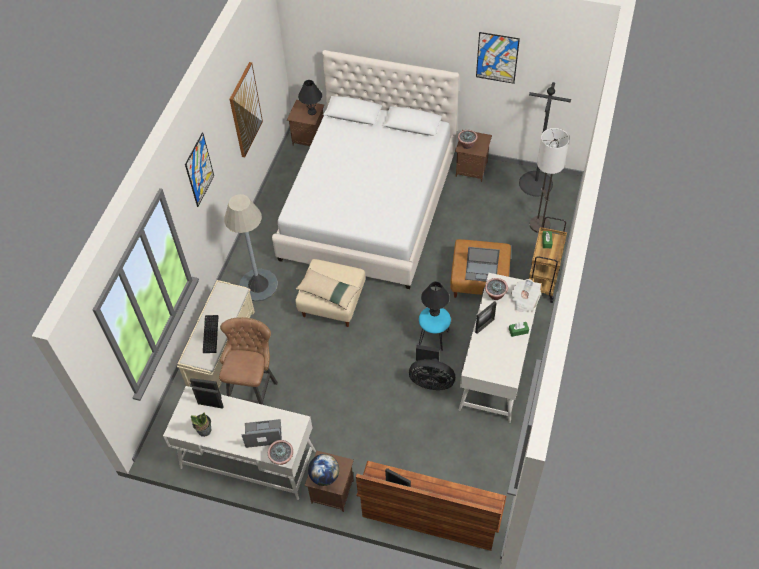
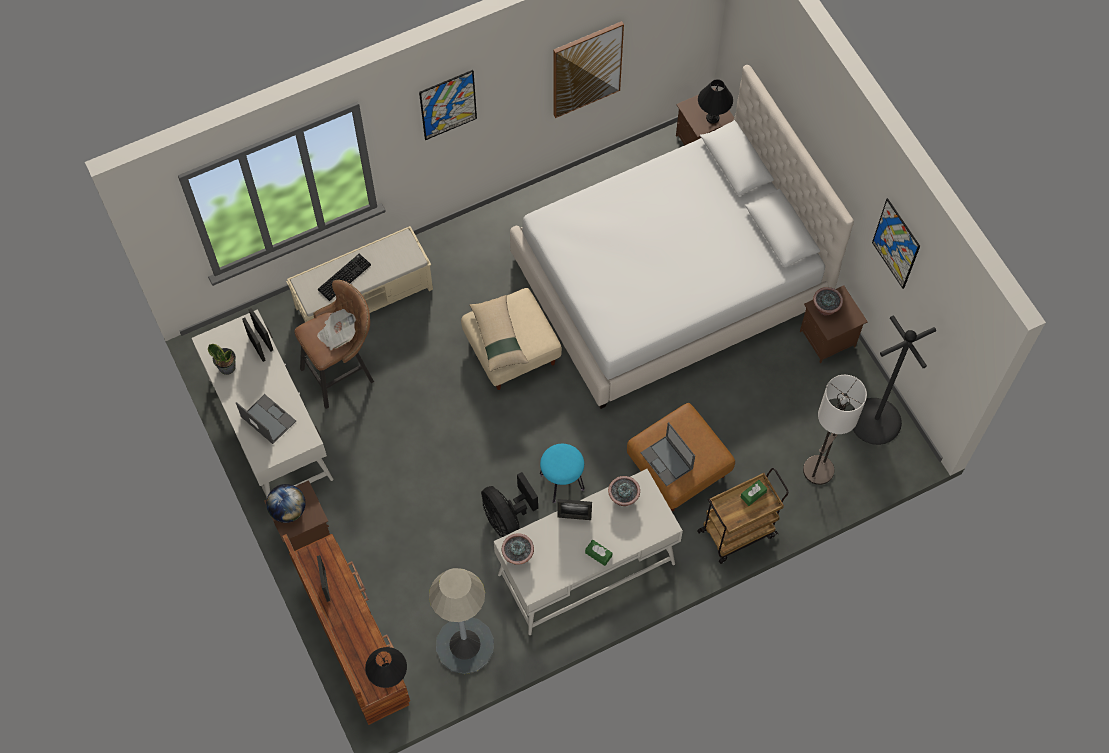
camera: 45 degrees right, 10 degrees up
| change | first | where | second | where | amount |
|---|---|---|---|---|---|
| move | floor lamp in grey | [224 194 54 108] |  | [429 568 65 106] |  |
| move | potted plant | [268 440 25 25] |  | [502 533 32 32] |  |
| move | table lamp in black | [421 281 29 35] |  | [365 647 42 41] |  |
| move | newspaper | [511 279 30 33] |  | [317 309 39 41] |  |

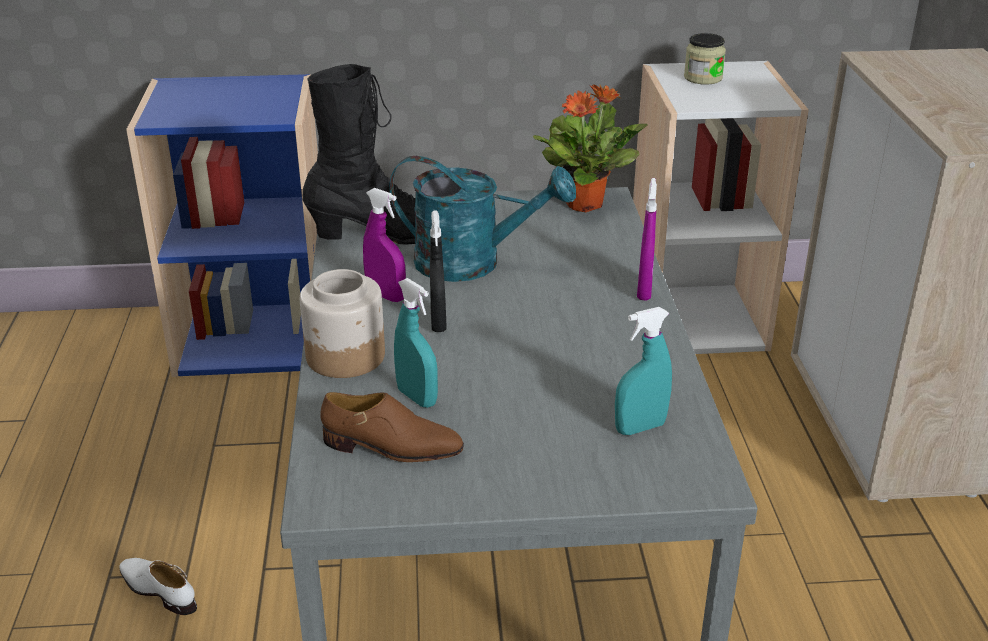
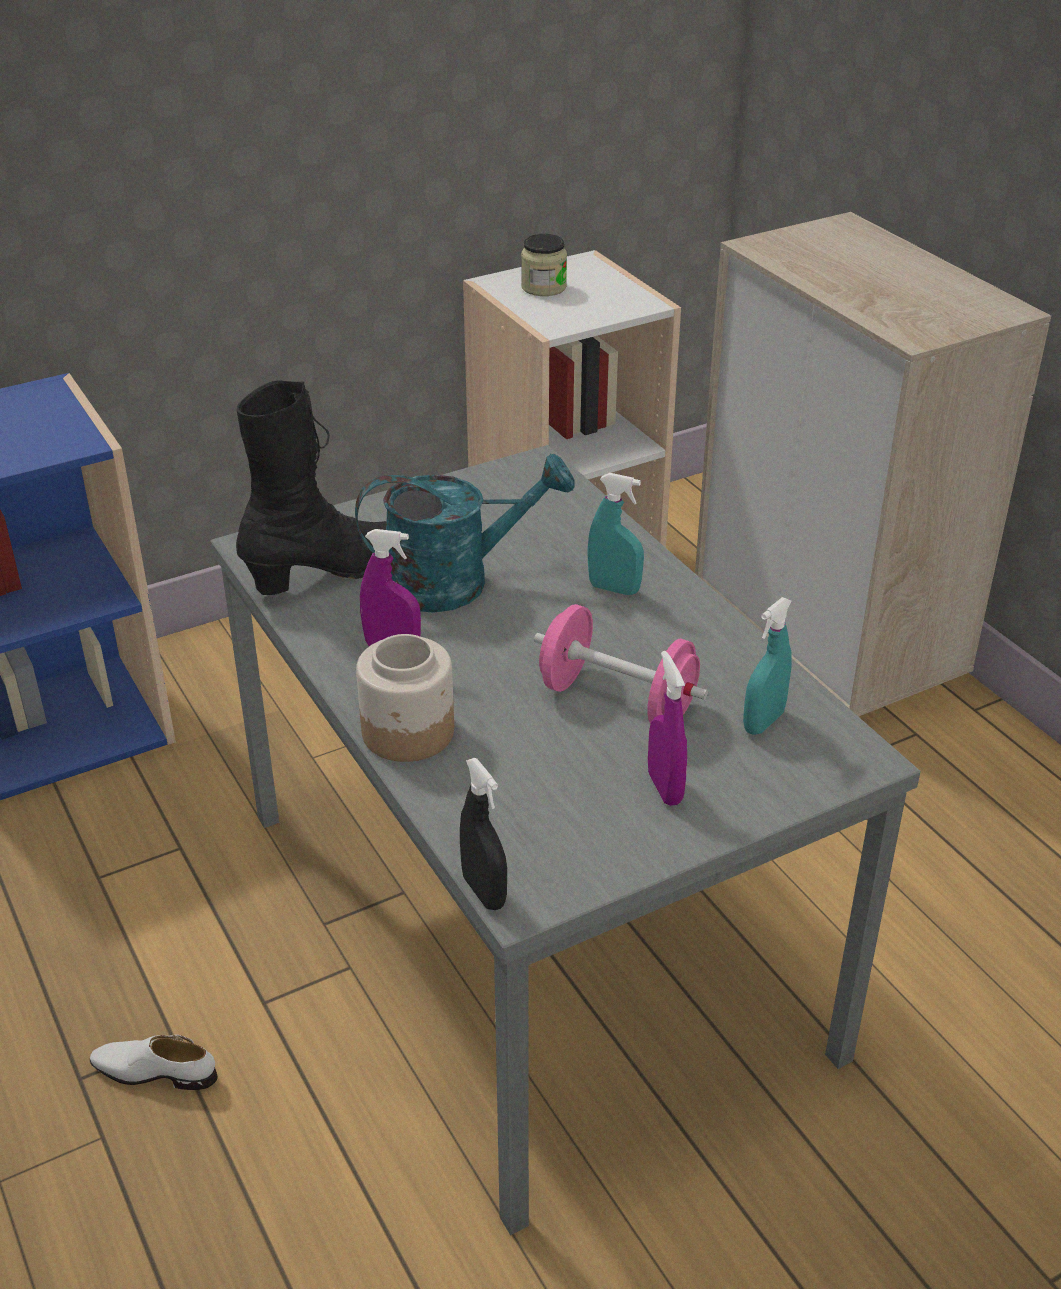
camera: 25 degrees left, 5 degrees up
| change | first | where | second | where | amount |
|---|---|---|---|---|---|
| delete | shoe in brown | [320 392 144 70] |  |  |  |
| move | spray bottle in turquoise | [394 278 44 130] |  | [588 473 56 122] |  |
| move | spray bottle in black | [430 210 17 122] |  | [460 758 47 152] |  |
| delete | potted plant | [533 85 114 127] |  |  |  |
| move | spray bottle in purple | [637 178 20 123] |  | [648 651 39 155] |  |
| insert |  |  | dumbbell in pink | [534 604 174 119] |  |

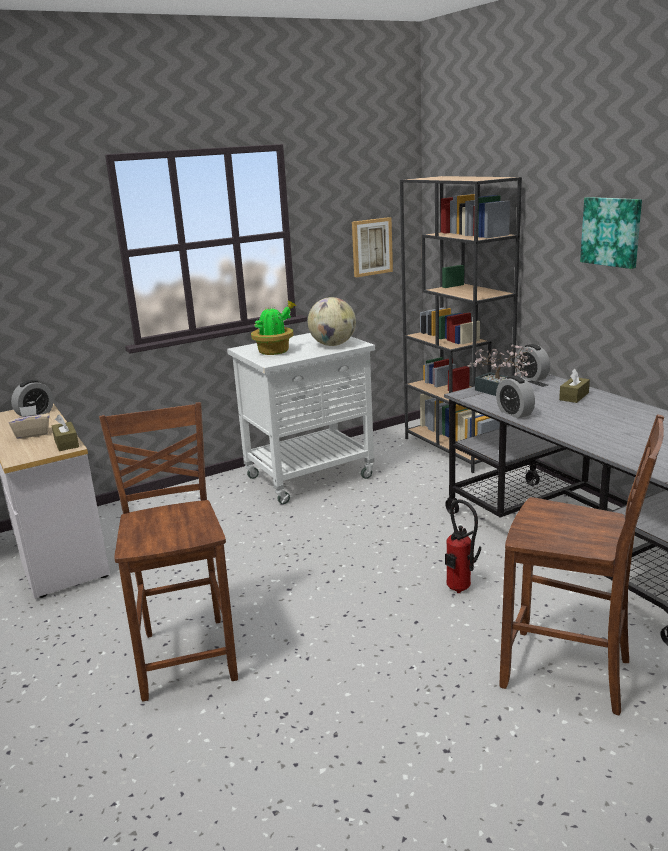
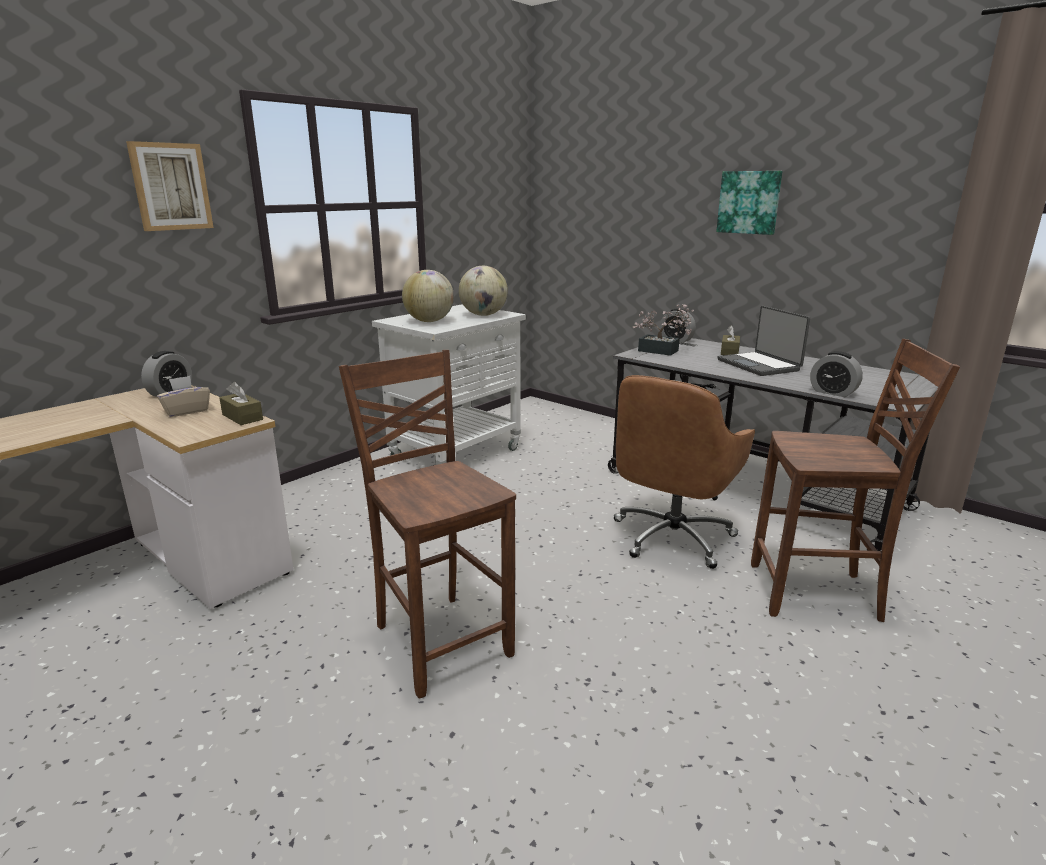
camera: 20 degrees left, 0 degrees up
| change | first | where | second | where | amount |
|---|---|---|---|---|---|
| replace | potted plant | [251 301 46 54] | globe | [402 270 52 52] |  |
| move | picture | [352 217 41 60] |  | [126 141 88 90] |  |
| delete | bookcase | [400 176 122 297] |  |  |  |
| replace | fire extinguisher | [445 500 36 93] | office chair in brown | [614 375 141 194] |  |
| move | alarm clock | [496 376 39 42] |  | [810 351 53 46] |  |
| insert |  |  | laptop | [718 306 92 70] |  |

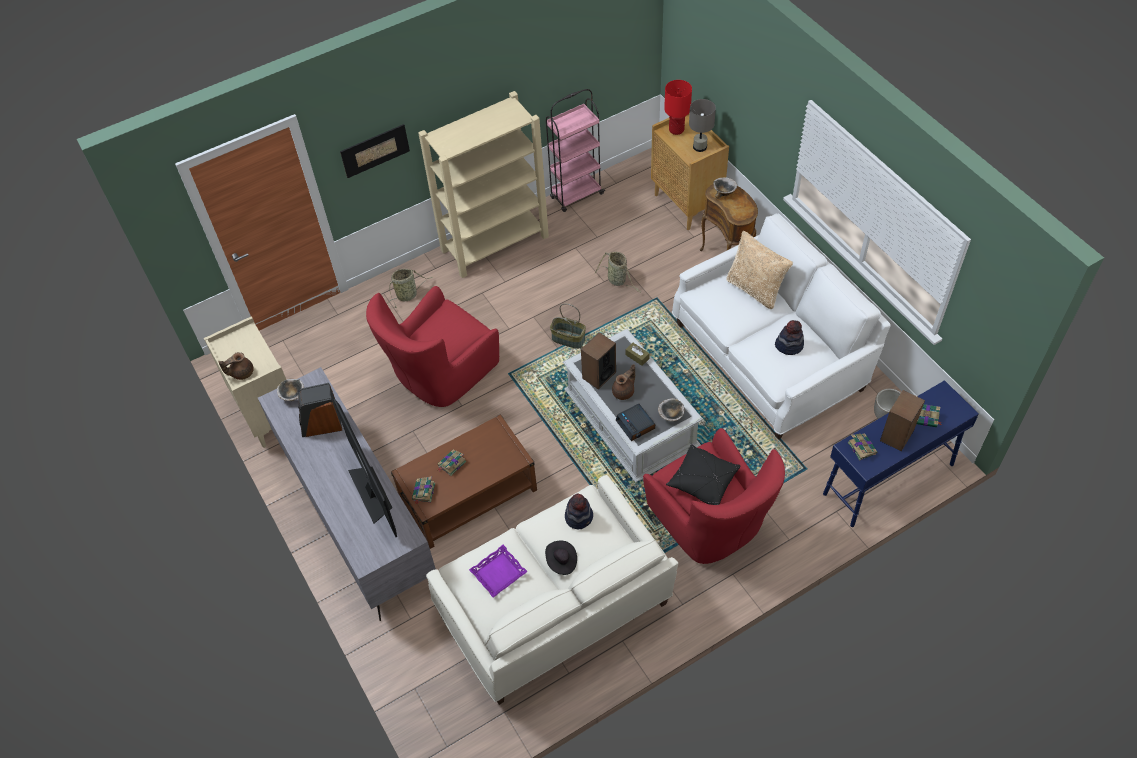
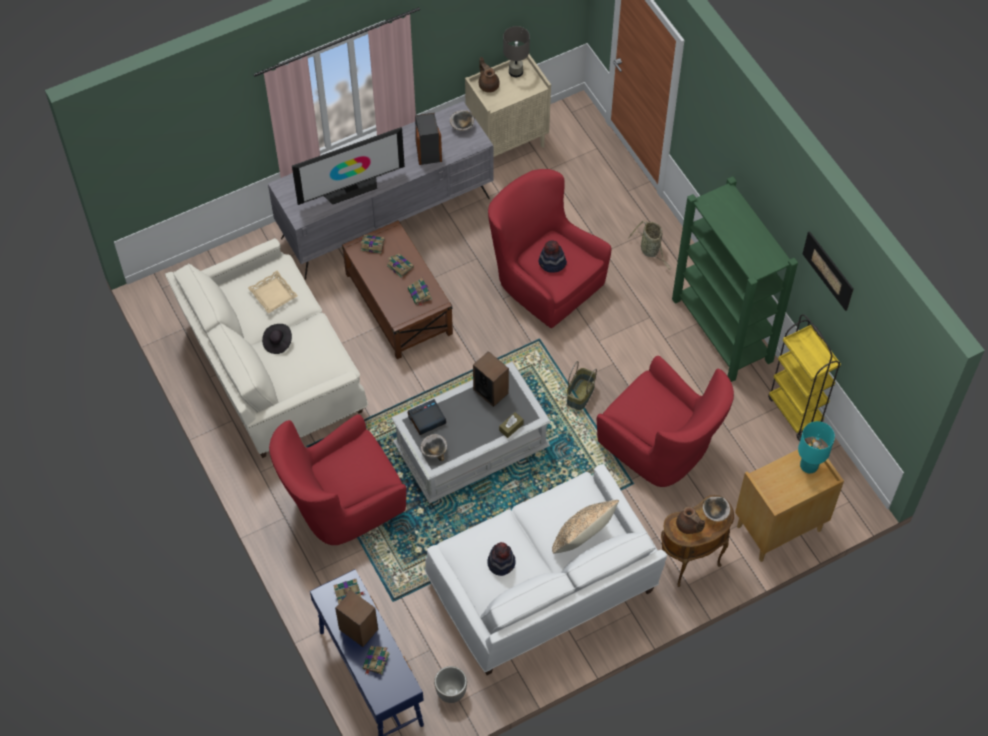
camera: 90 degrees right, 5 degrees up
| change | first | where | second | where | amount |
|---|---|---|---|---|---|
| move | picture | [340 124 70 54] |  | [803 231 50 80] |  |
| recolor | bookcase in beige | [418 91 131 187] | bookcase in green | [672 176 126 206] |  |
| recolor | tray in purple | [469 545 59 53] | tray in beige | [248 271 50 43] |  |
| recolor | cart in pink | [546 89 59 123] | cart in yellow | [768 314 73 127] |  |
| move | hat | [565 494 28 35] |  | [539 240 28 33] |  |
| replace | basket | [595 252 46 41] | armchair in red | [597 356 137 131] |  |
| move | teapot in brown | [612 364 23 36] |  | [676 506 29 28] |  |
| recolor | table lamp in red | [664 80 28 55] | table lamp in turquoise | [798 421 37 53] |  |
| delete | pillow in black | [666 444 75 61] |  |  |  |
| move | table lamp in grey | [689 99 27 53] |  | [503 26 27 51] |  |
| insert |  |  | book | [408 278 24 28] |  |

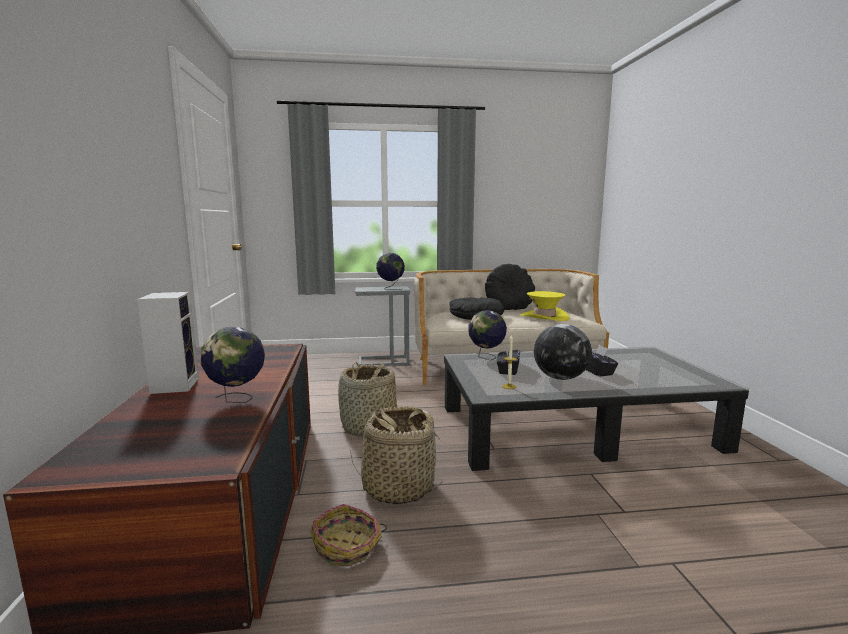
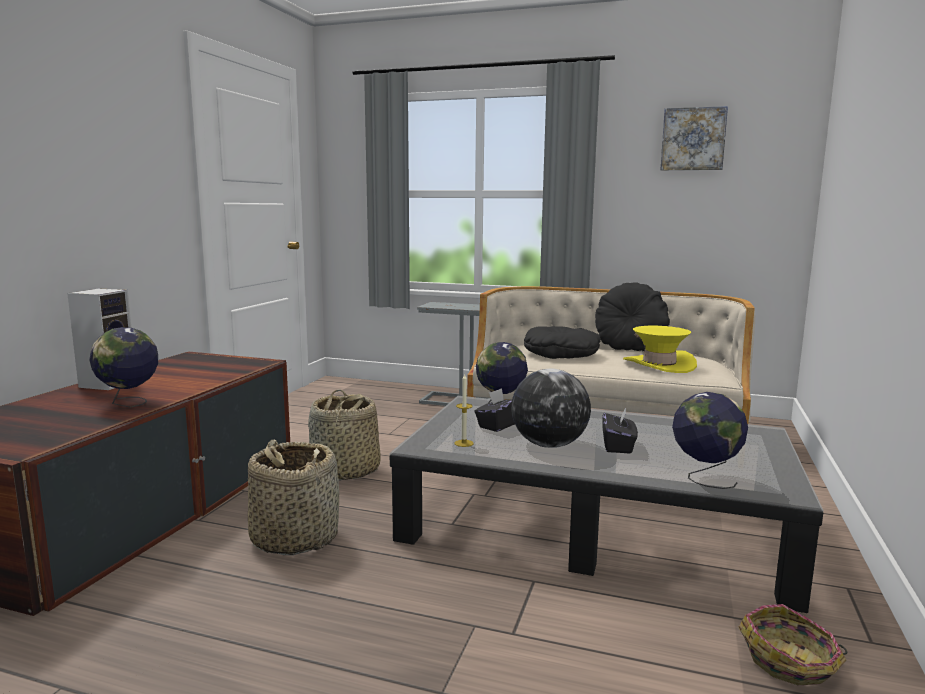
camera: 25 degrees right, 0 degrees up
| change | first | where | second | where | amount |
|---|---|---|---|---|---|
| move | basket | [310 504 77 62] |  | [739 604 109 81] |  |
| move | globe | [376 253 29 37] |  | [672 392 76 97] |  |
| insert |  |  | picture | [660 106 68 64] |  |

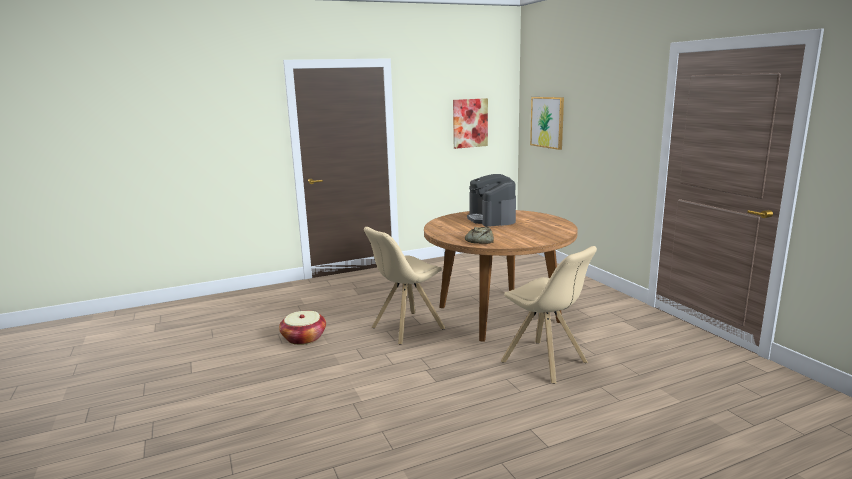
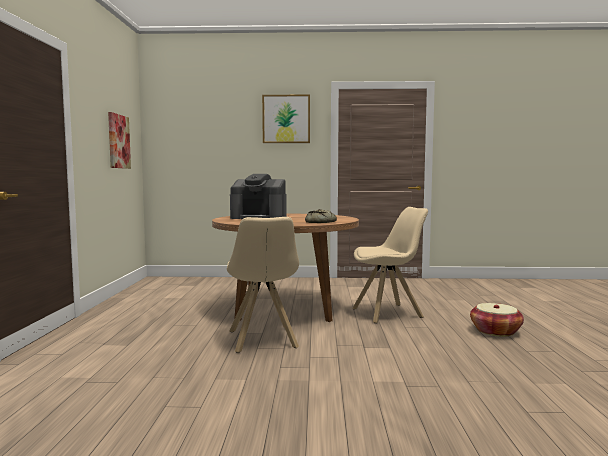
camera: 65 degrees left, 10 degrees down
| change | first | where | second | where | amount |
|---|---|---|---|---|---|
| move | basket | [279 311 47 34] |  | [470 303 54 34] |  |
| move | picture | [530 97 34 53] |  | [262 95 48 48] |  |

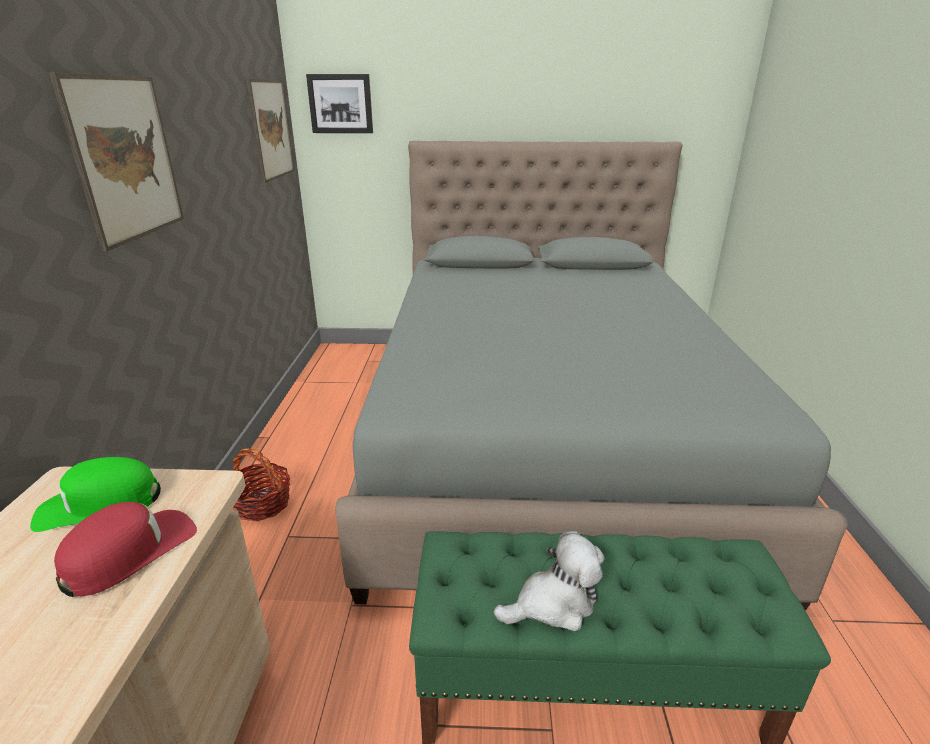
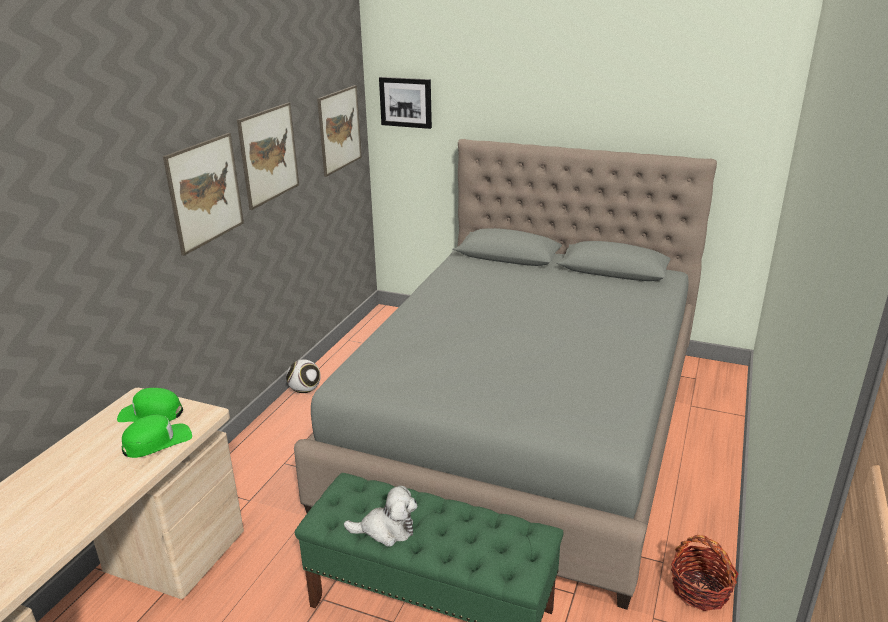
camera: 20 degrees right, 0 degrees up
| change | first | where | second | where | amount |
|---|---|---|---|---|---|
| recolor | cap in red | [54 502 143 95] | cap in green | [122 414 70 44] |  |
| move | basket | [233 448 57 73] |  | [671 535 67 76] |  |
| insert |  |  | picture | [237 102 62 108] |  |
| insert |  |  | football | [286 359 35 34] |  |

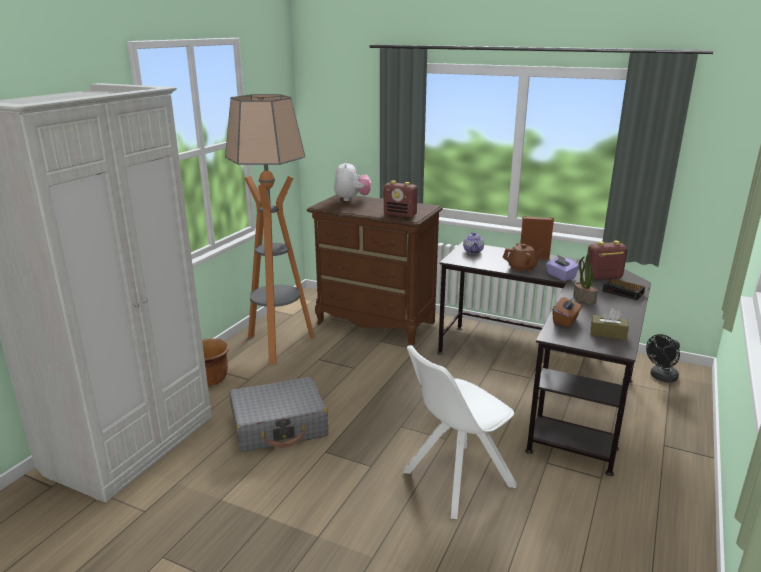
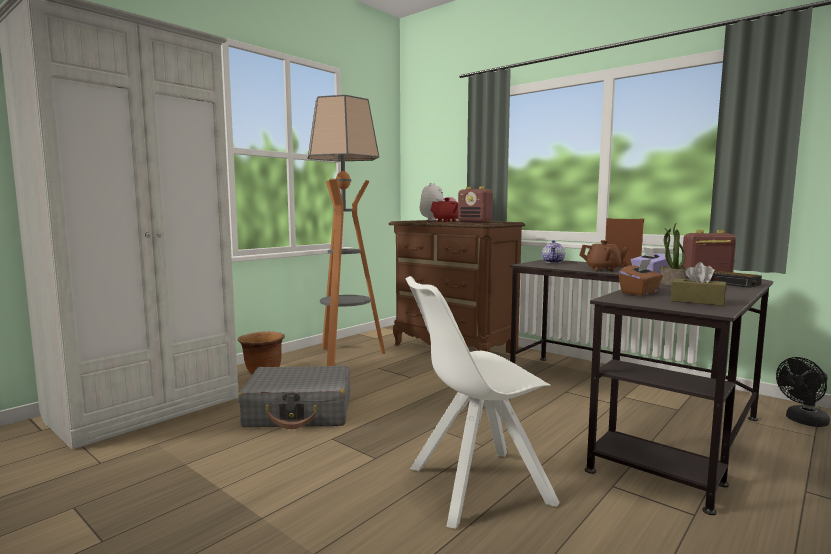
camera: 15 degrees right, 15 degrees down
| change | first | where | second | where | amount |
|---|---|---|---|---|---|
| insert |  |  | teapot in red | [431 198 27 24] |  |

